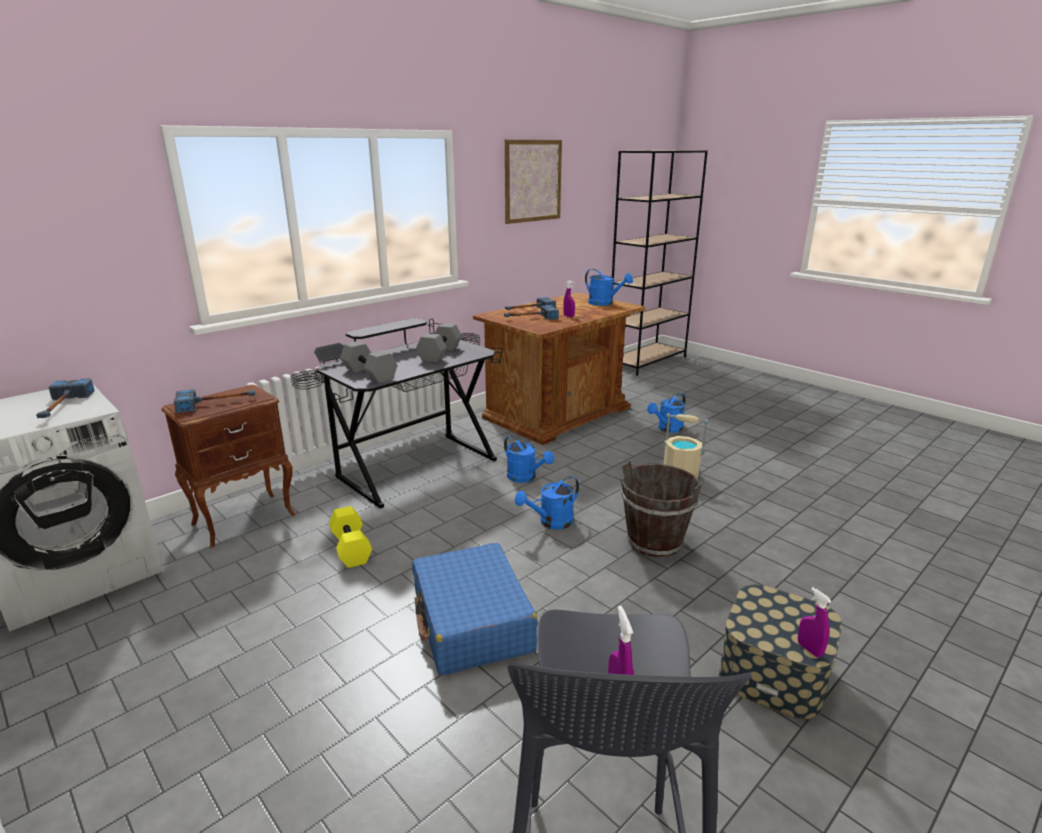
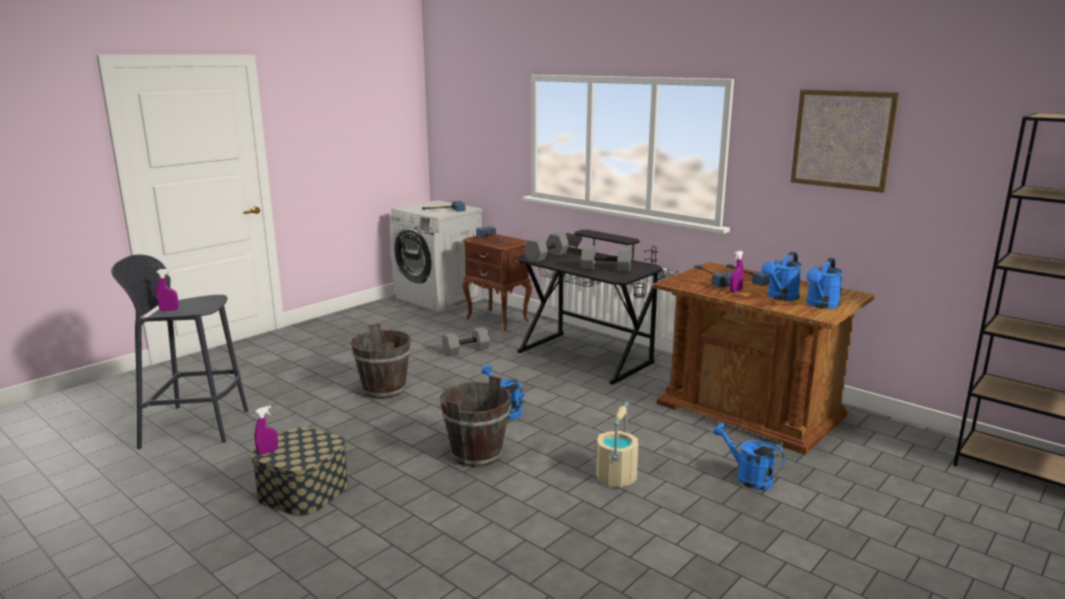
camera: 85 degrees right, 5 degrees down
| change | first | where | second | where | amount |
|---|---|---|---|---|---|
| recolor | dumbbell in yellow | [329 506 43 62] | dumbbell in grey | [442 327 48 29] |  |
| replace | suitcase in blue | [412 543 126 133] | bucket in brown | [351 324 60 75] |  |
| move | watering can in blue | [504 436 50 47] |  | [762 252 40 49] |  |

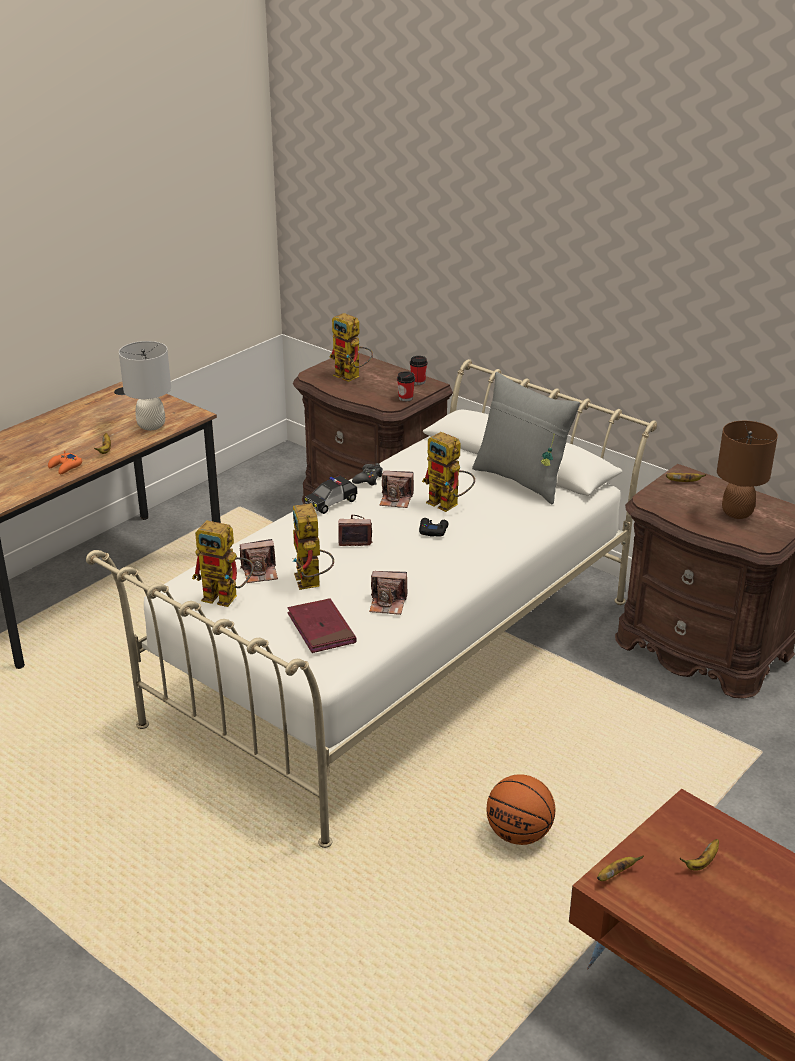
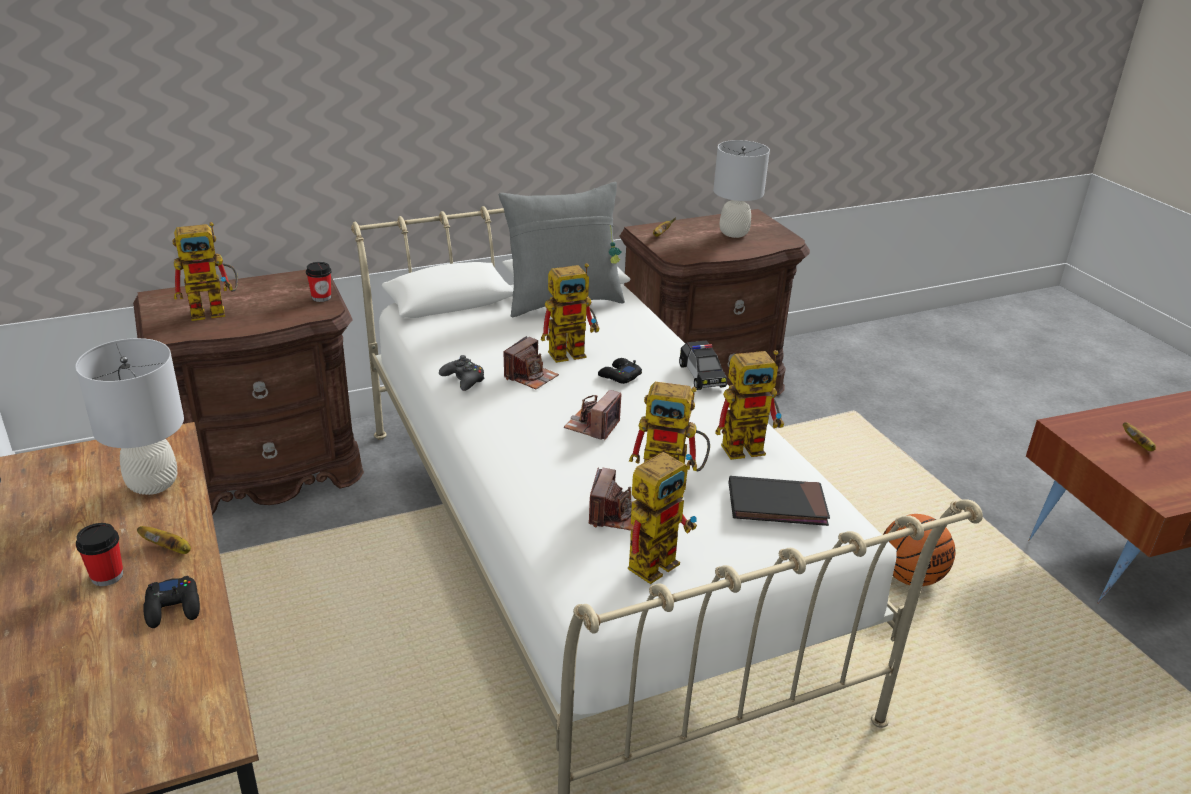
camera: 65 degrees left, 0 degrees up
| change | first | where | second | where | amount |
|---|---|---|---|---|---|
| recolor | game controller in orange | [48 451 34 23] | game controller in black | [143 576 57 52] |  |
| recolor | book in red | [287 598 70 55] | book in black | [729 476 101 50] |  |
| move | toy car | [304 476 54 38] |  | [679 340 48 50] |  |
| replace | photo camera | [369 571 39 44] | toy robot | [715 350 69 110] |  |
| move | cup | [410 356 18 29] |  | [76 523 47 63] |  |
| delete | banana | [597 855 47 26] |  |  |  |
| recolor | table lamp in brown | [717 421 61 98] | table lamp in grey | [713 140 57 98] |  |

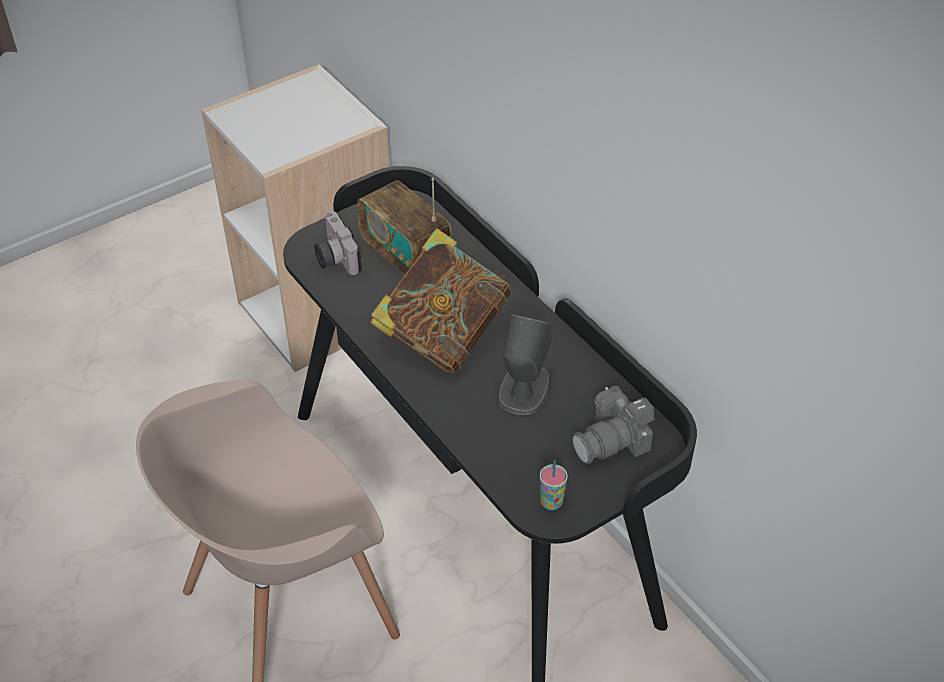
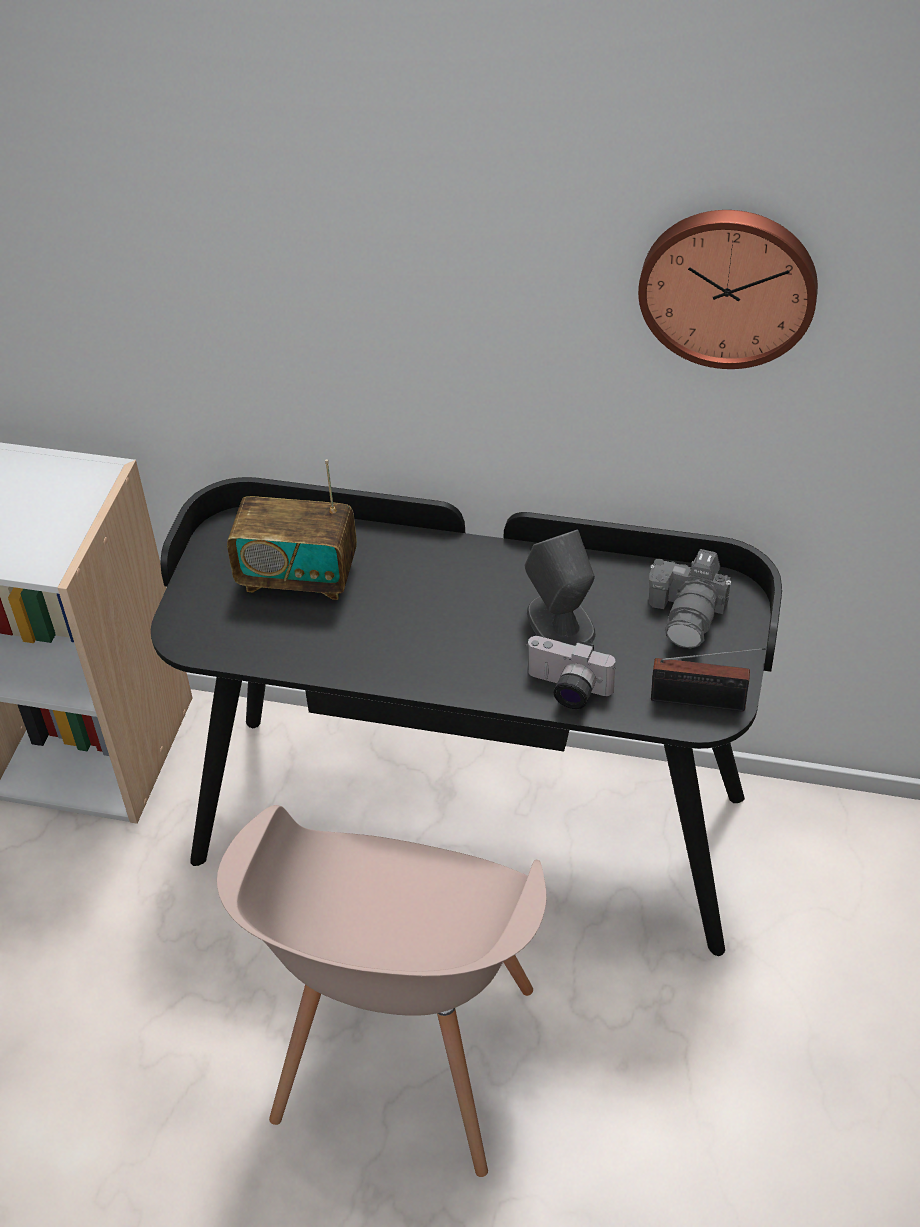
camera: 40 degrees left, 0 degrees up
| change | first | where | second | where | amount |
|---|---|---|---|---|---|
| move | photo camera | [314 211 48 64] |  | [526 636 90 73] |  |
| delete | book | [371 228 141 145] |  |  |  |
| replace | cup | [539 460 29 50] | radio | [651 648 114 64] |  |
| insert |  |  | wall clock | [638 210 180 159] |  |

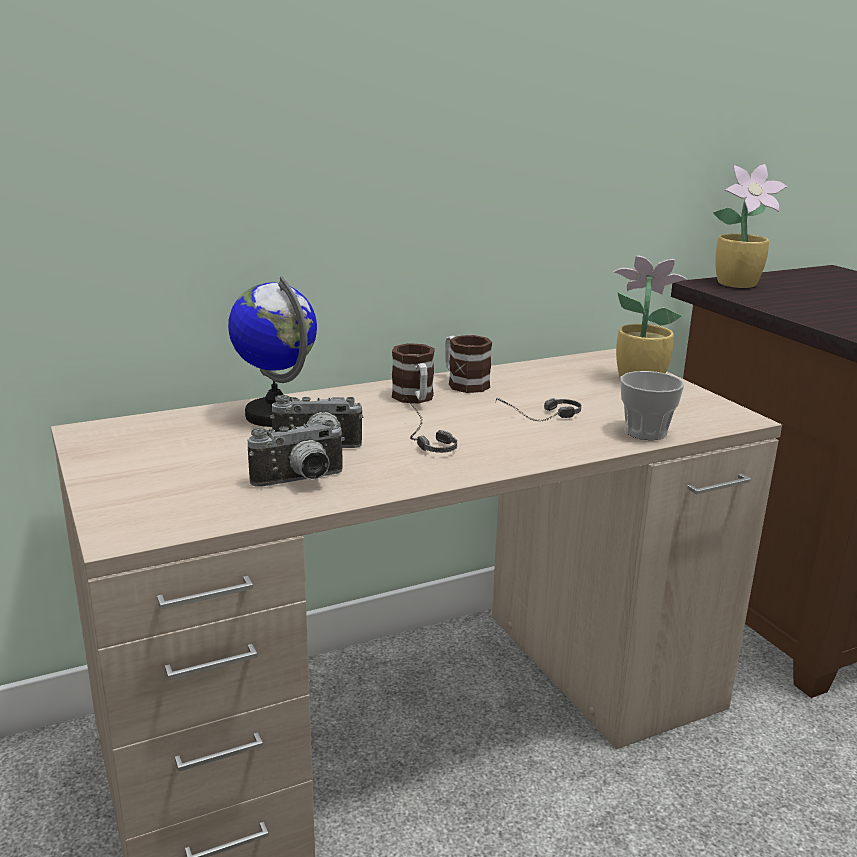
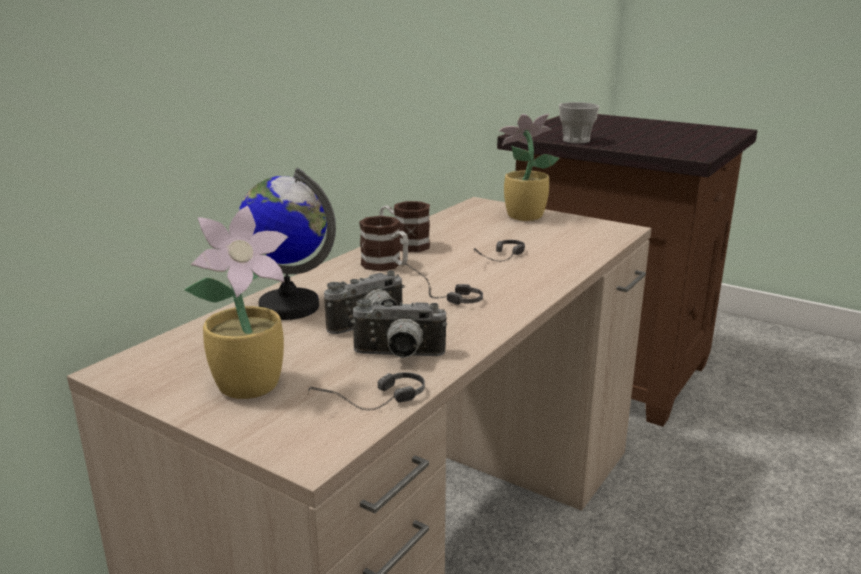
camera: 30 degrees left, 0 degrees up
| change | first | where | second | where | amount |
|---|---|---|---|---|---|
| rotate | photo camera | [248 420 97 67] |  | [351 299 96 59] | 60 degrees clockwise |
| move | cup | [620 371 64 69] |  | [559 102 40 41] |  |
| move | potted plant | [712 164 75 124] |  | [184 206 104 193] |  |
| insert |  |  | headphones | [308 372 117 39] |  |

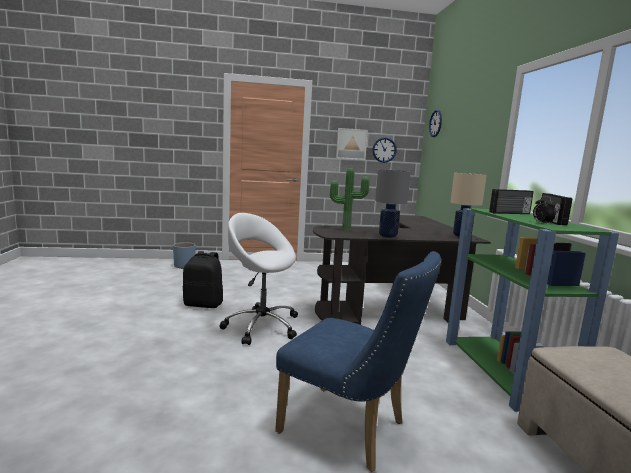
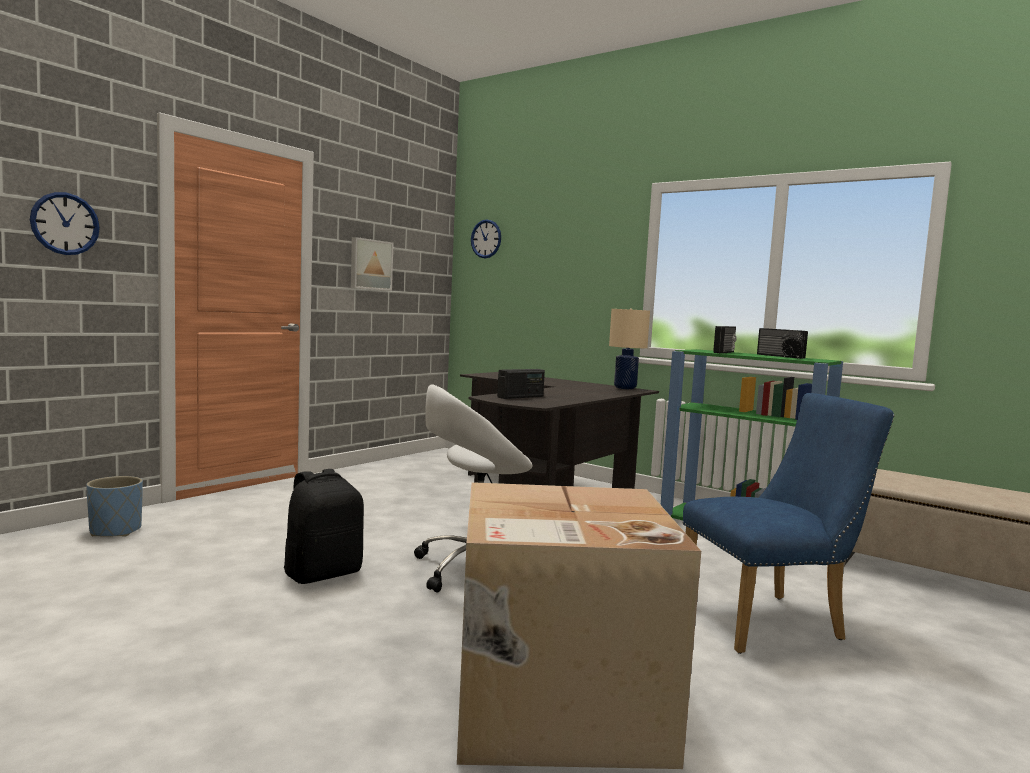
camera: 45 degrees left, 5 degrees down
| change | first | where | second | where | amount |
|---|---|---|---|---|---|
| replace | potted plant | [330 168 39 63] | radio | [497 369 48 30] |  |
| move | wall clock | [372 137 25 26] |  | [30 192 70 63] |  |
| delete | table lamp in grey | [375 169 36 69] |  |  |  |
| insert |  |  | cardboard box | [457 482 244 287] |  |

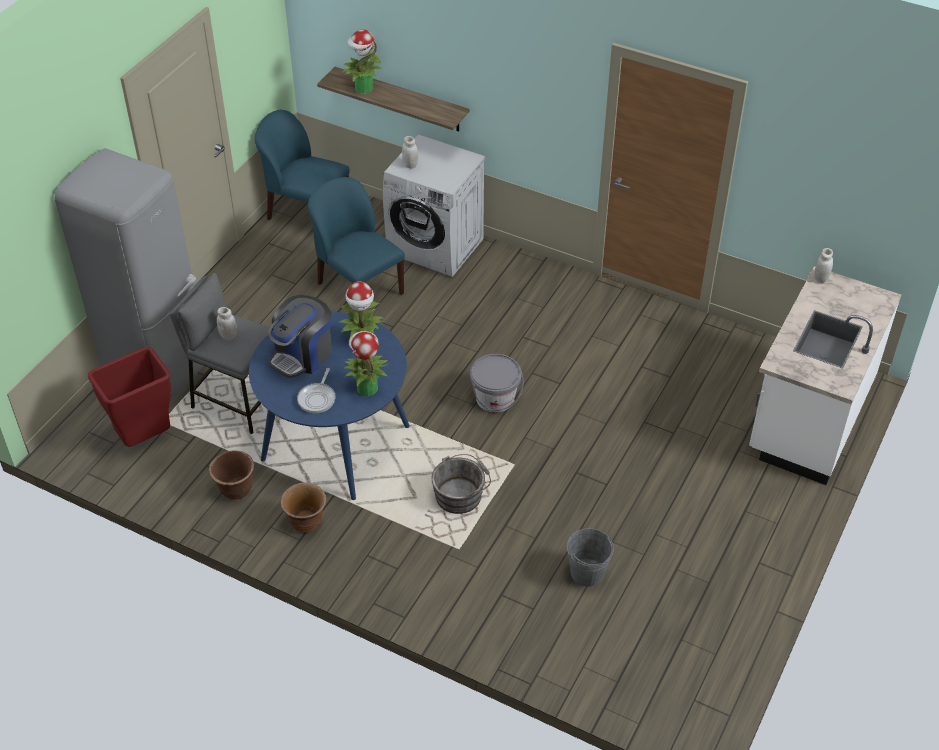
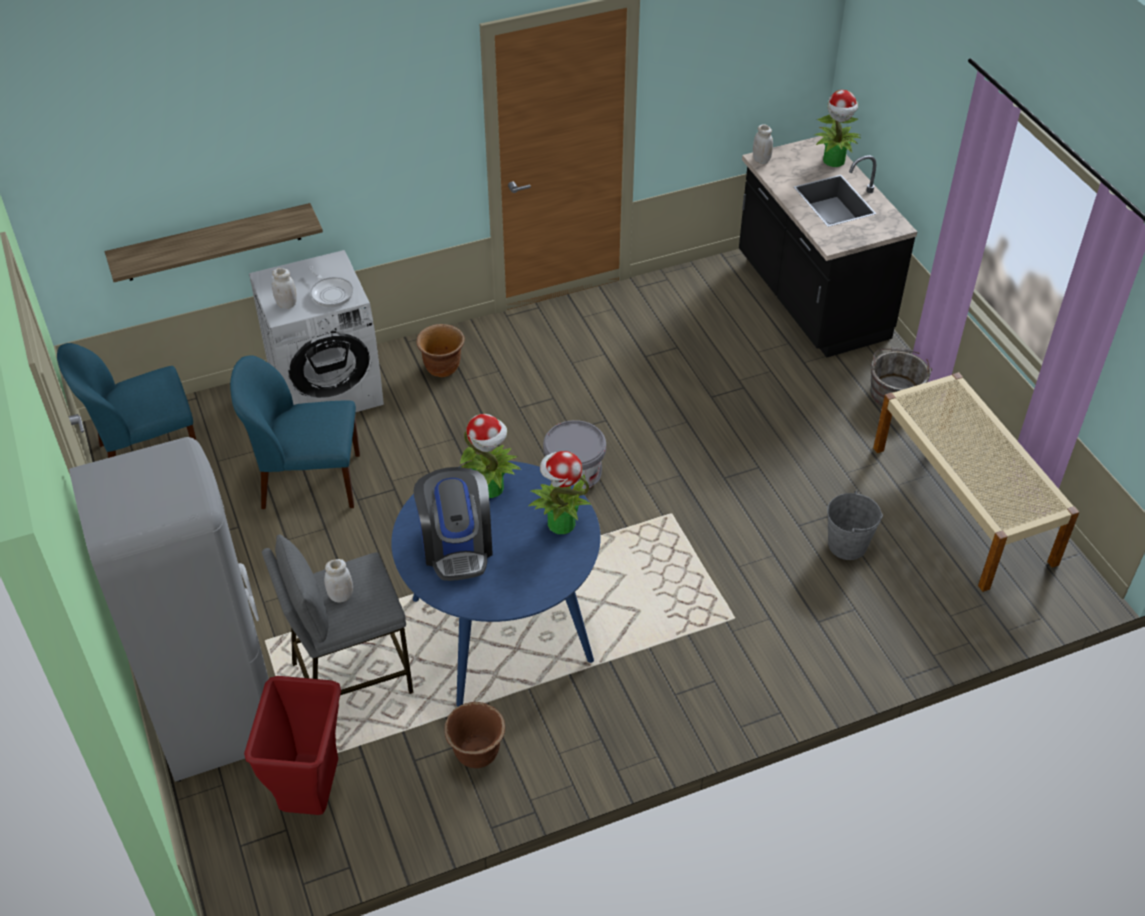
camera: 50 degrees left, 0 degrees up
| change | first | where | second | where | amount |
|---|---|---|---|---|---|
| move | planter in brown | [280 482 47 51] |  | [417 324 47 53] |  |
| move | frying pan | [297 368 39 45] |  | [309 266 44 41] |  |
| move | potted plant | [342 29 41 65] |  | [815 90 46 77] |  |
| move | bucket in grey | [432 454 59 60] |  | [870 347 62 61] |  |
| recolor | counter in white | [749 266 152 219] | counter in black | [739 136 178 221] |  |
| insert |  |  | bench in beige | [873 372 206 220] |  |

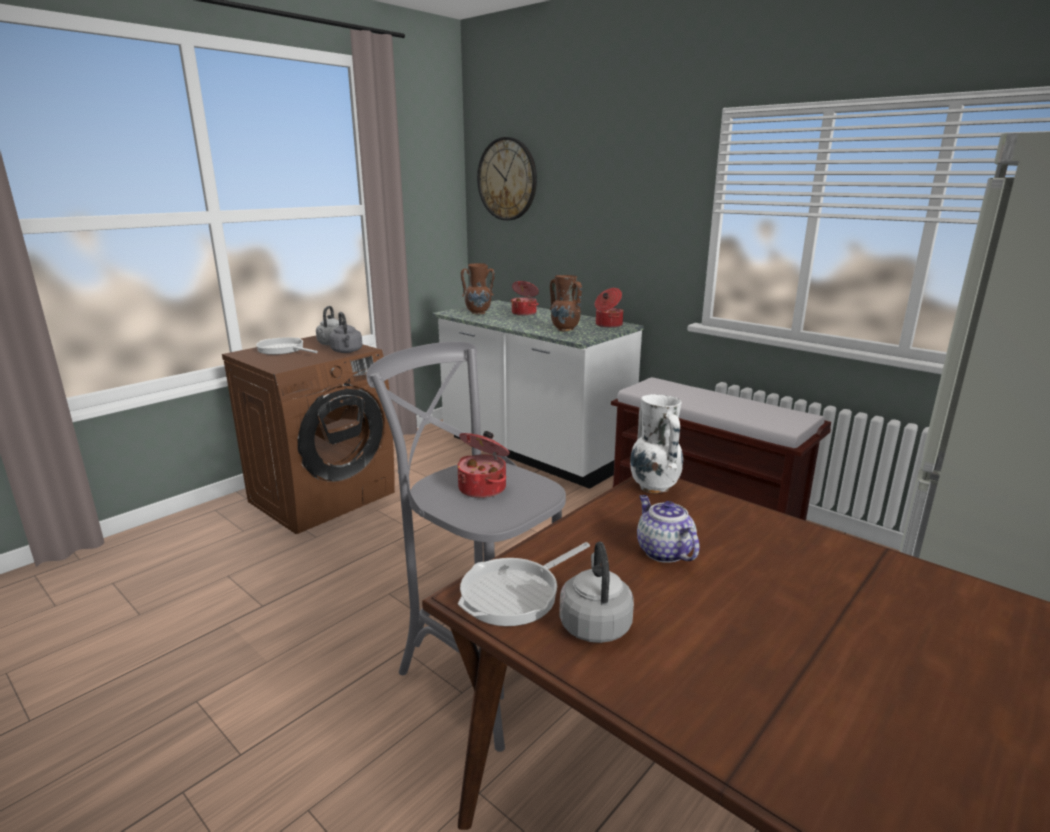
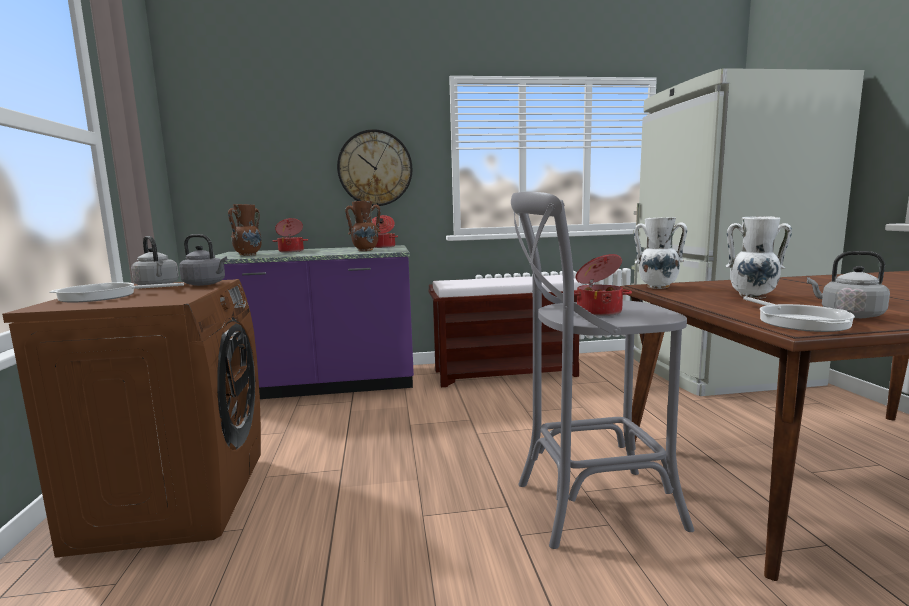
camera: 50 degrees left, 10 degrees down
| change | first | where | second | where | amount |
|---|---|---|---|---|---|
| recolor | counter in white | [432 300 212 189] | counter in purple | [215 245 199 154] |  |
| move | wall clock | [477 137 60 83] |  | [337 129 75 77] |  |
| replace | teapot | [637 495 63 68] | vase in white | [726 216 66 82] |  |

